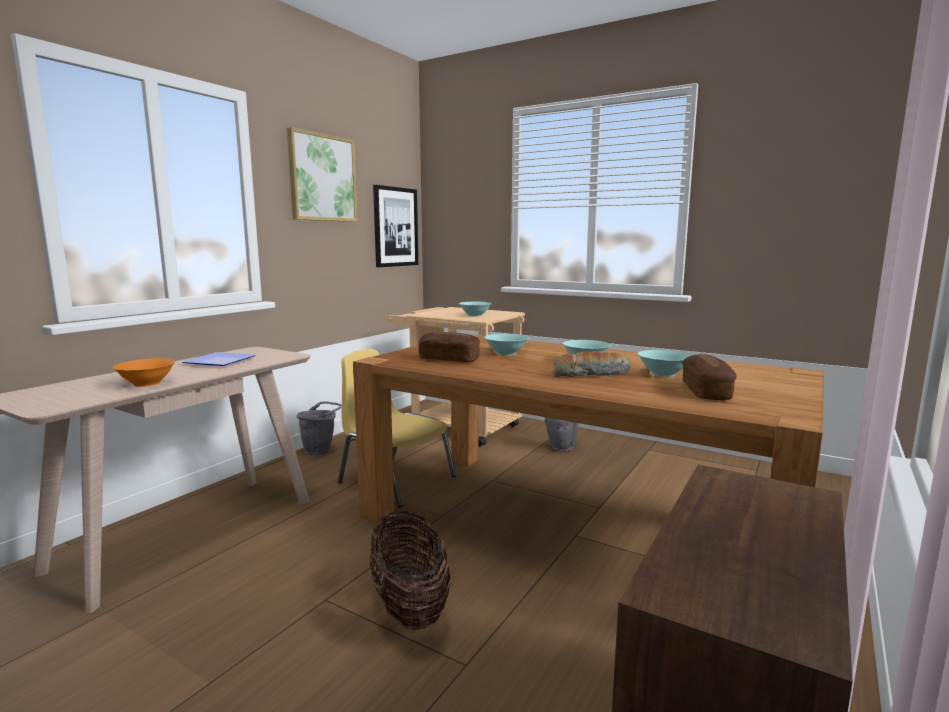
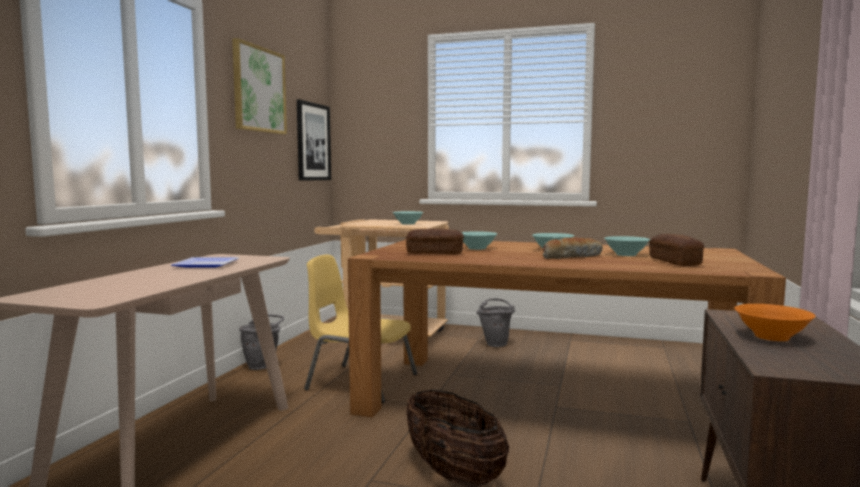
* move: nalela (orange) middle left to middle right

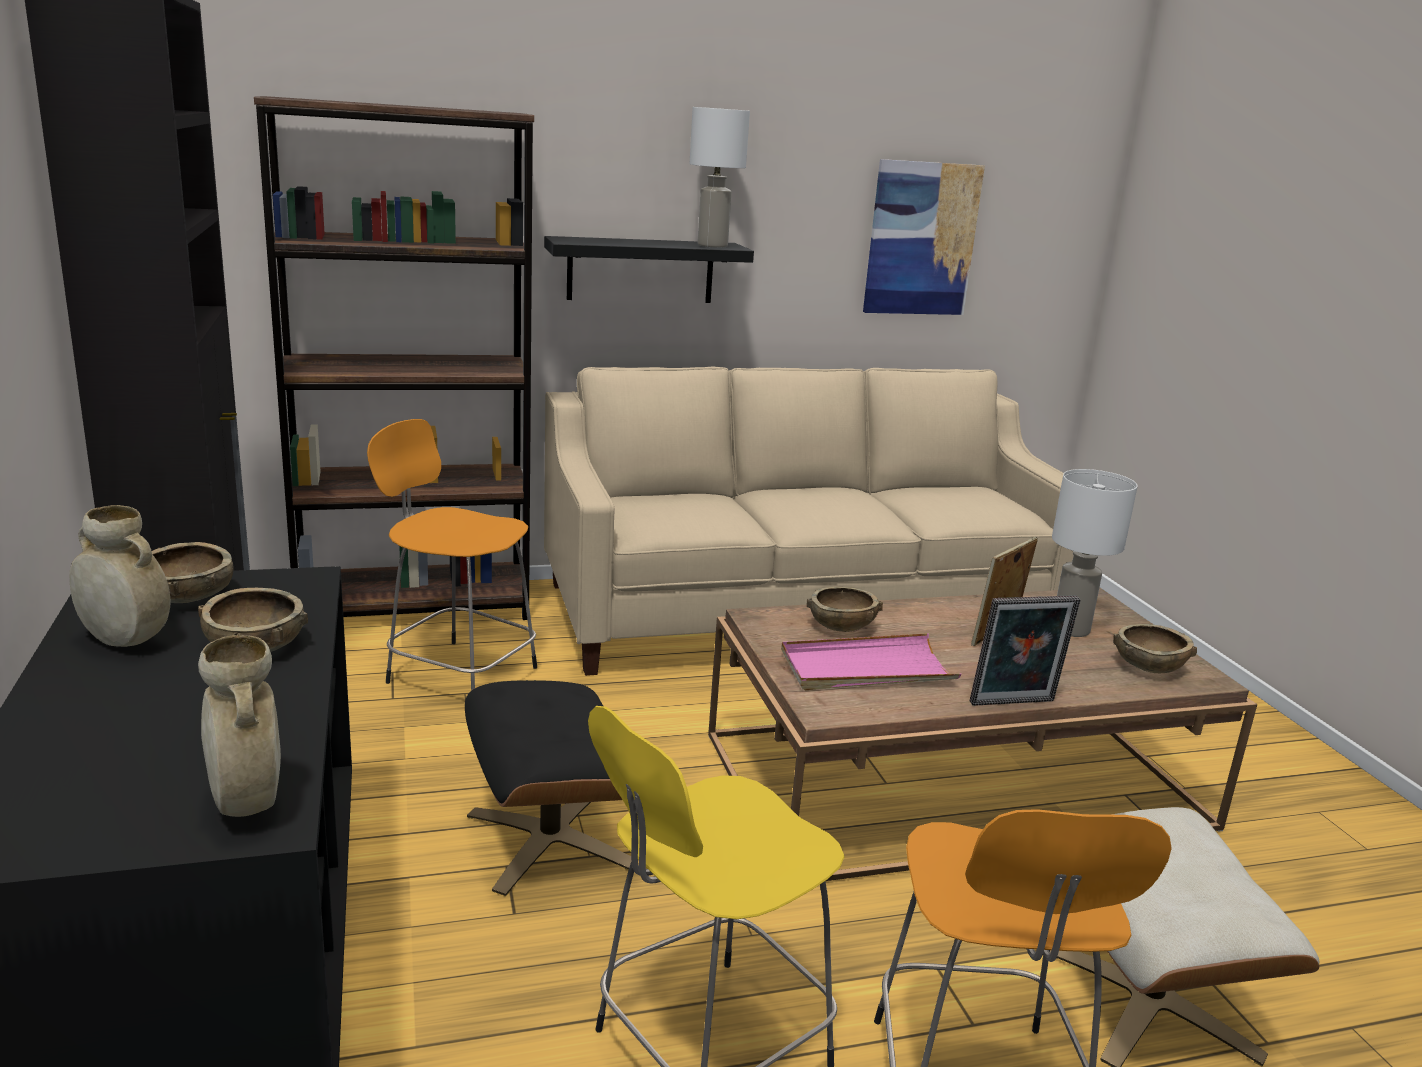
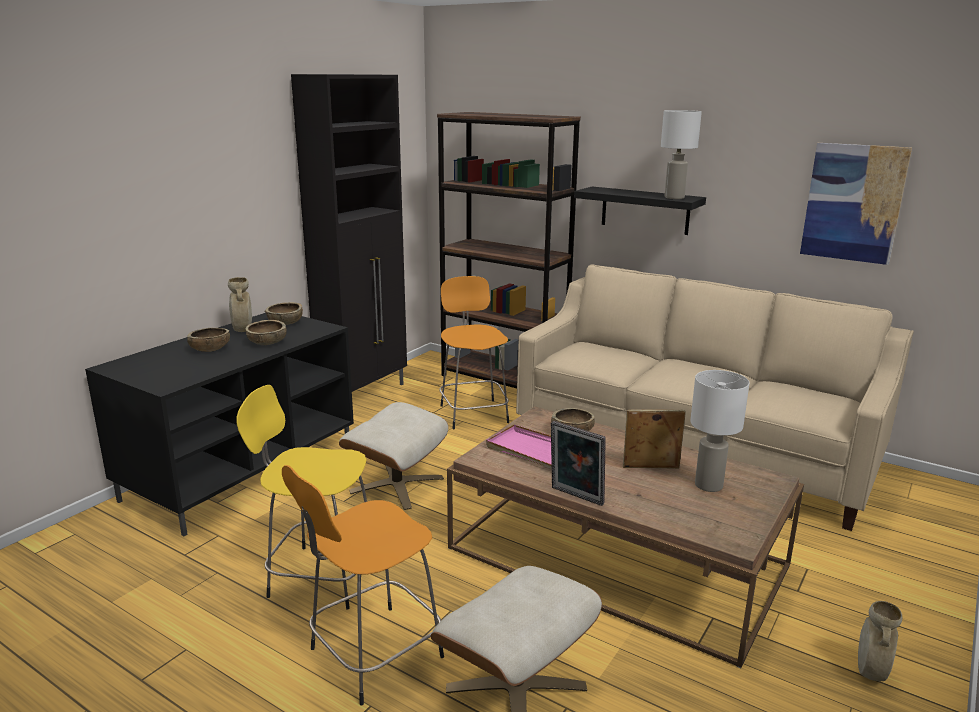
* move: nalela (brown) (4th from left in the first image) middle right to nalela (brown) (1st from left) middle left
* move: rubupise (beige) (2nd from left) bottom left to bottom right
* recolor: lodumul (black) bottom centre to lodumul (beige) (1st from left) centre

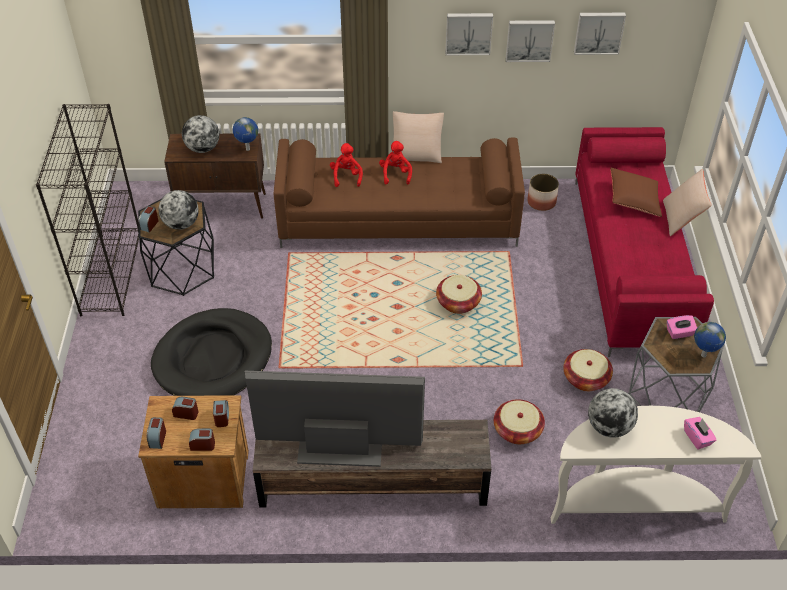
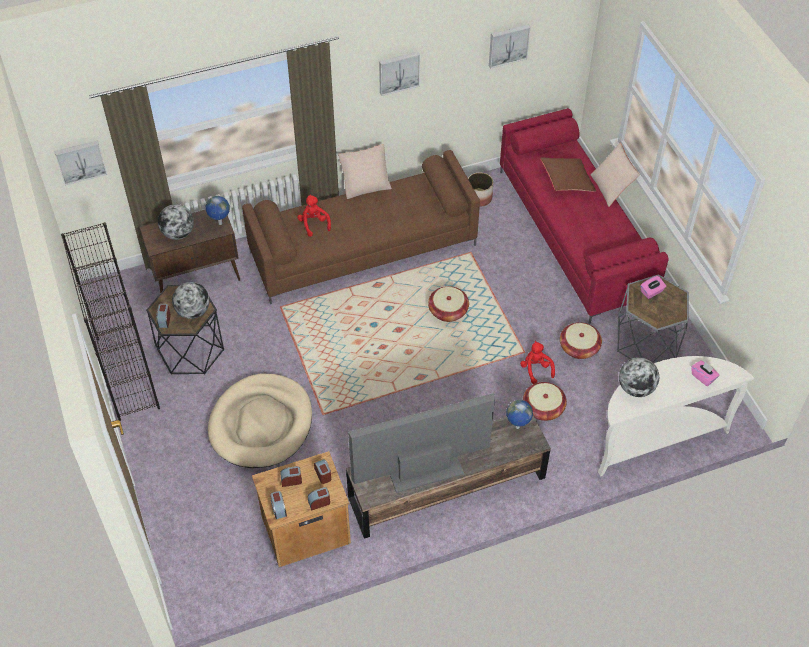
* move: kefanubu (2nd from left in the first image) top right to kefanubu (1st from left) top left
* move: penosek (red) (2nd from left) top centre to centre
* recolor: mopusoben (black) middle left to mopusoben (beige) middle left
* move: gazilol (5th from left in the first image) middle right to gazilol (4th from left) centre

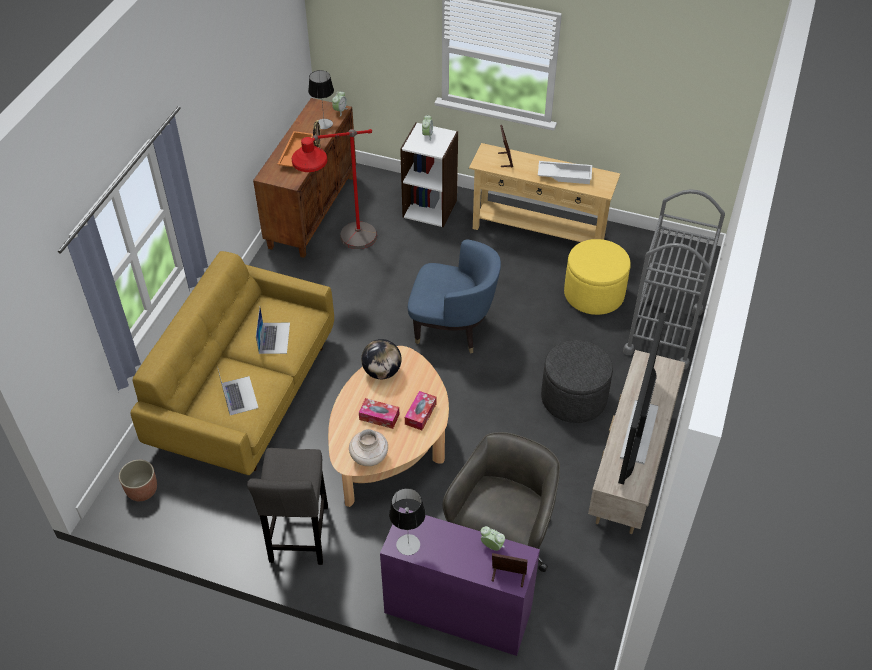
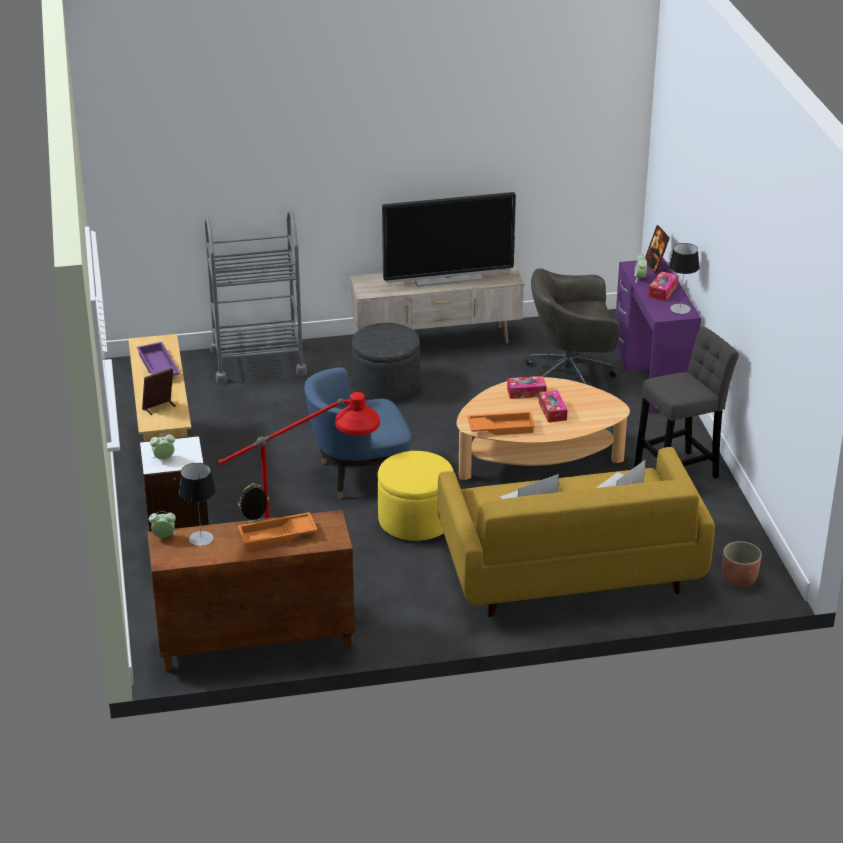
* recolor: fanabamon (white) top centre to fanabamon (purple) middle left
* move: lodumul (yellow) middle right to centre
* rotate: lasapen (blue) centre = centre 90 degrees counterclockwise
* replace: gazilol centre to fanabamon (orange) (2nd from left) centre
* delete: rubupise (beige) bottom centre
* insert: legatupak (3rd from left) middle right

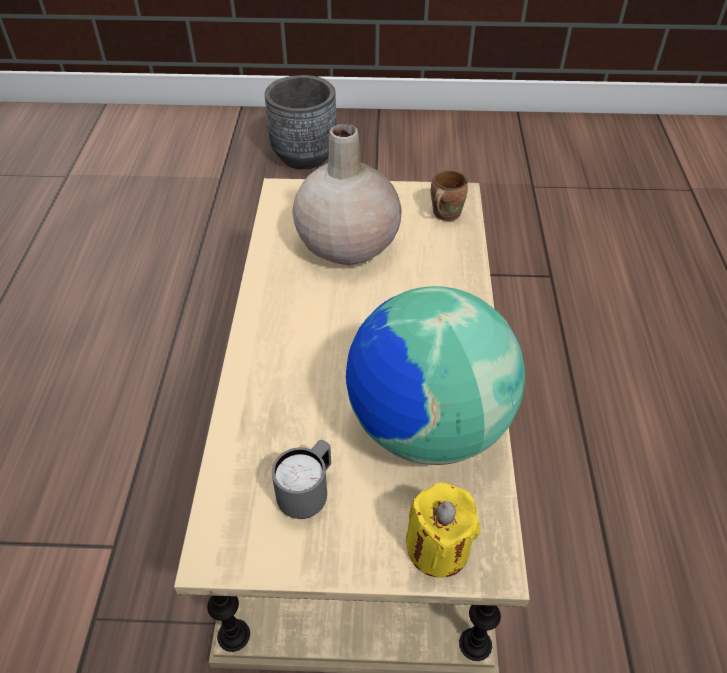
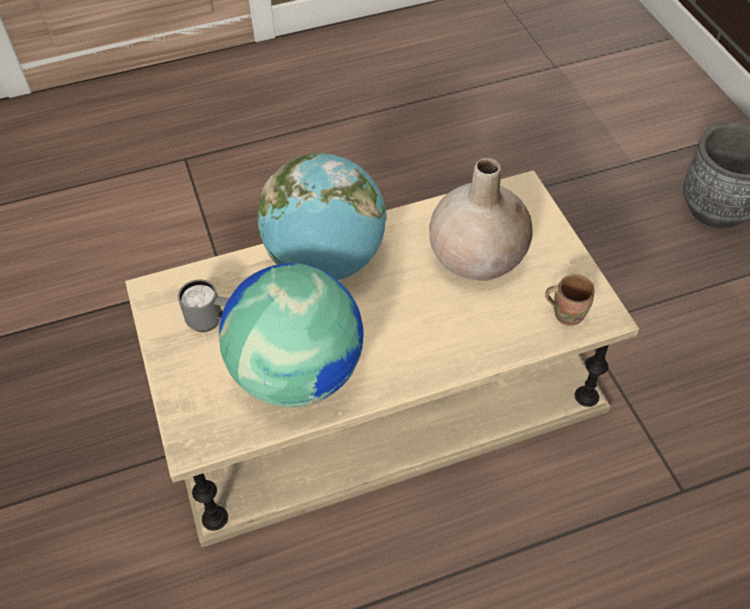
* delete: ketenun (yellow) bottom centre
* insert: gazilol (2nd from left) centre

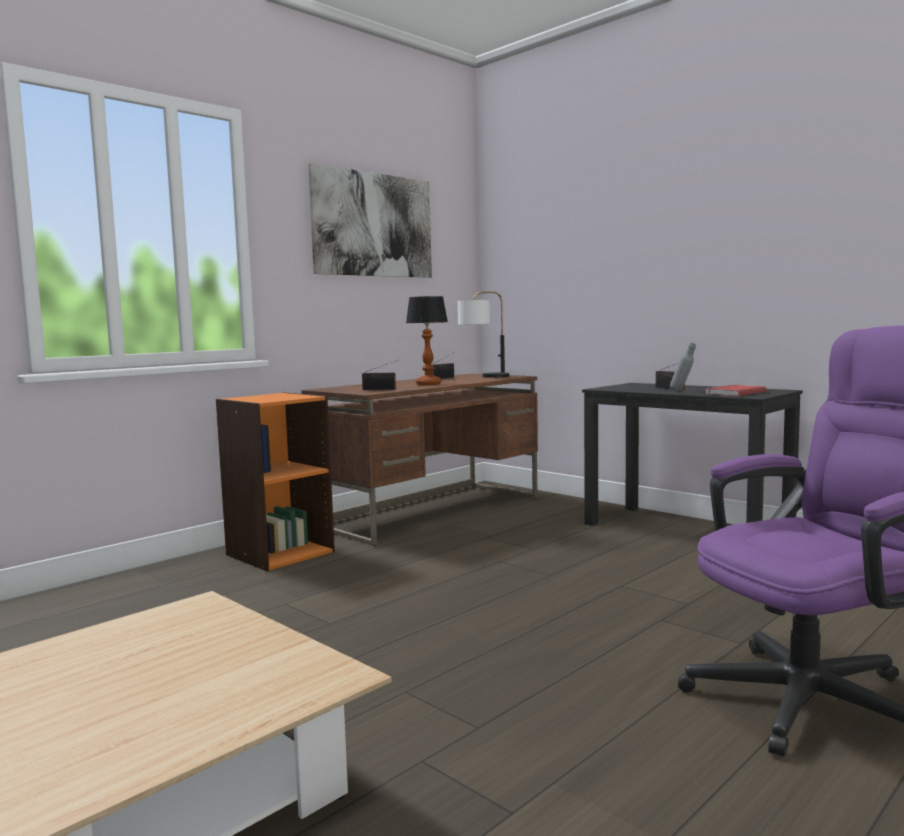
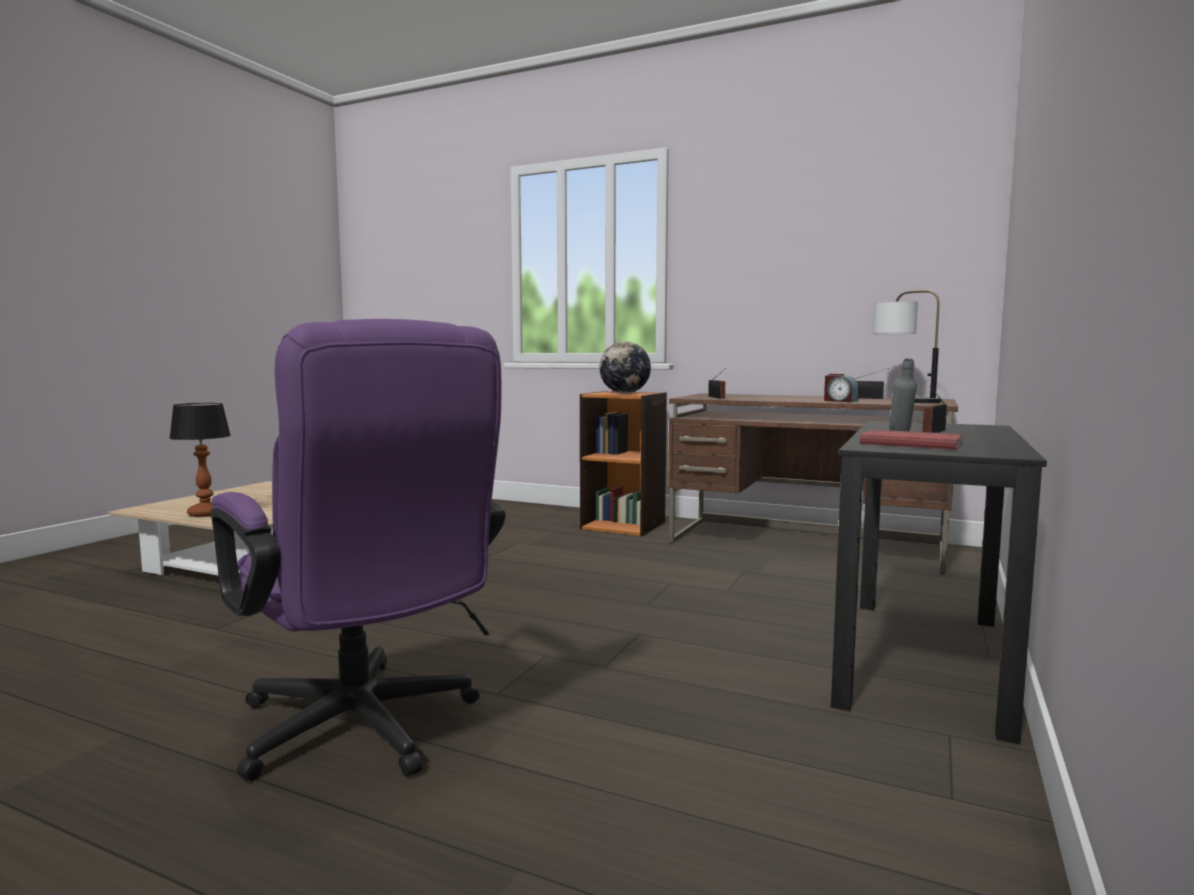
* delete: kefanubu top centre
* move: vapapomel (1st from left) centre to middle left
* insert: gazilol centre
* insert: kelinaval middle right

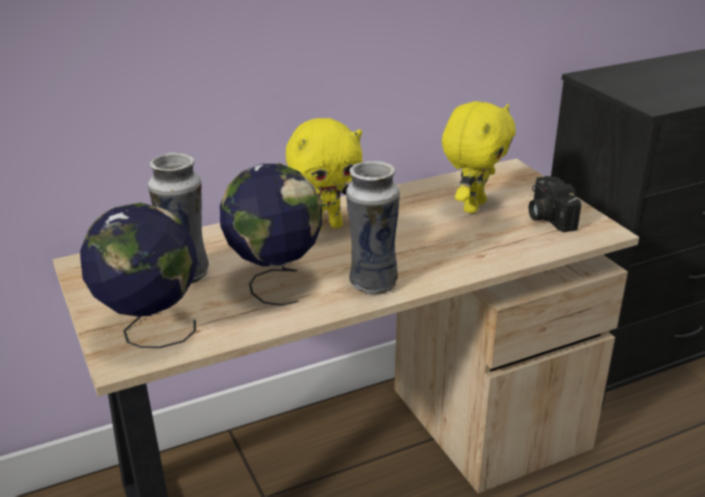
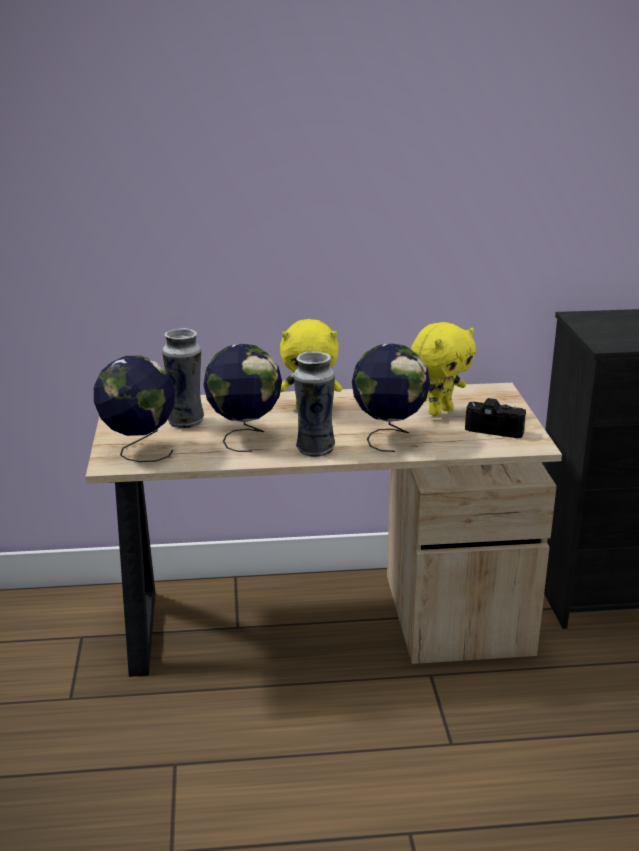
* rotate: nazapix middle right = middle right 105 degrees clockwise
* insert: gazilol (3rd from left) centre

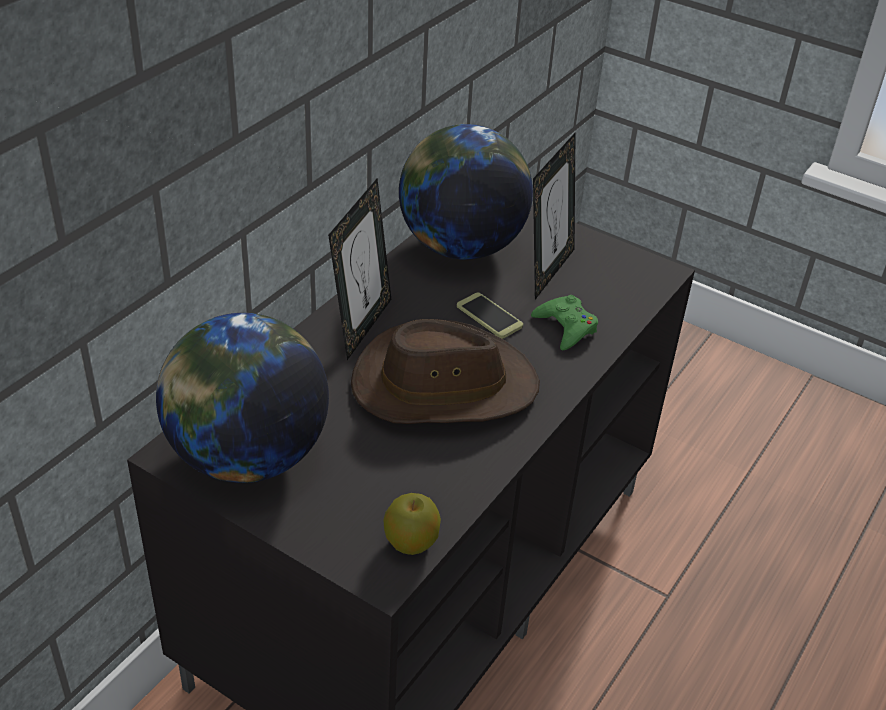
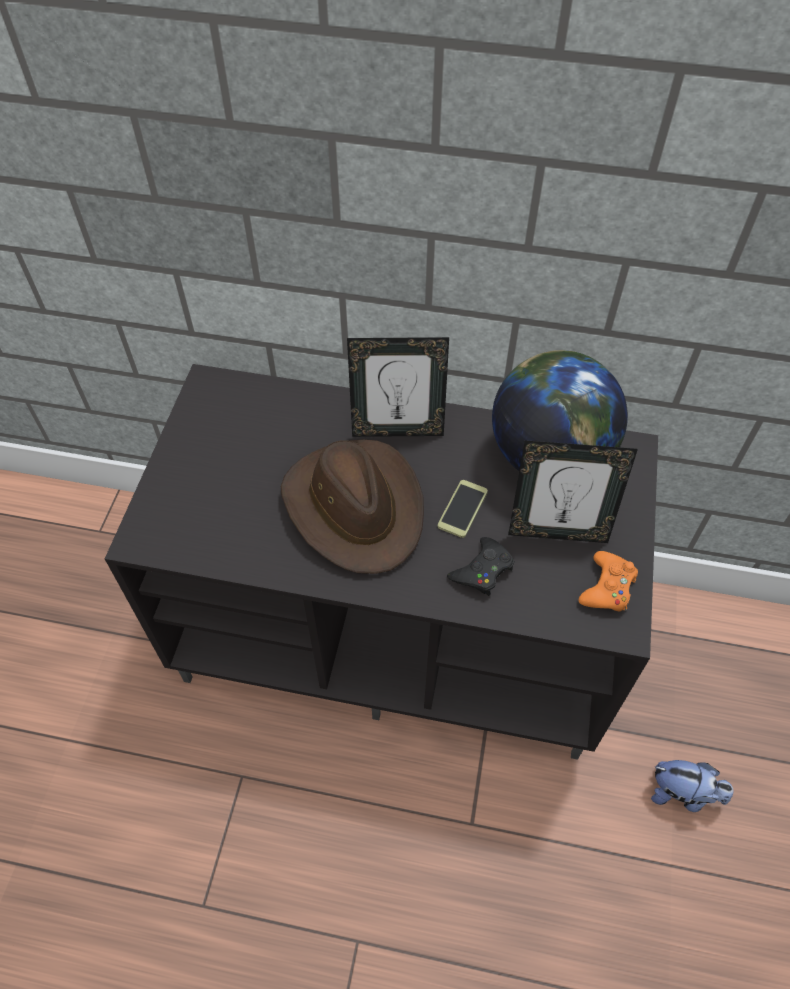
* recolor: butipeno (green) centre to butipeno (black) centre
* delete: gazilol (1st from left) middle left
* delete: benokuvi bottom centre
* insert: butipeno (orange) middle right
* insert: penosek bottom right

